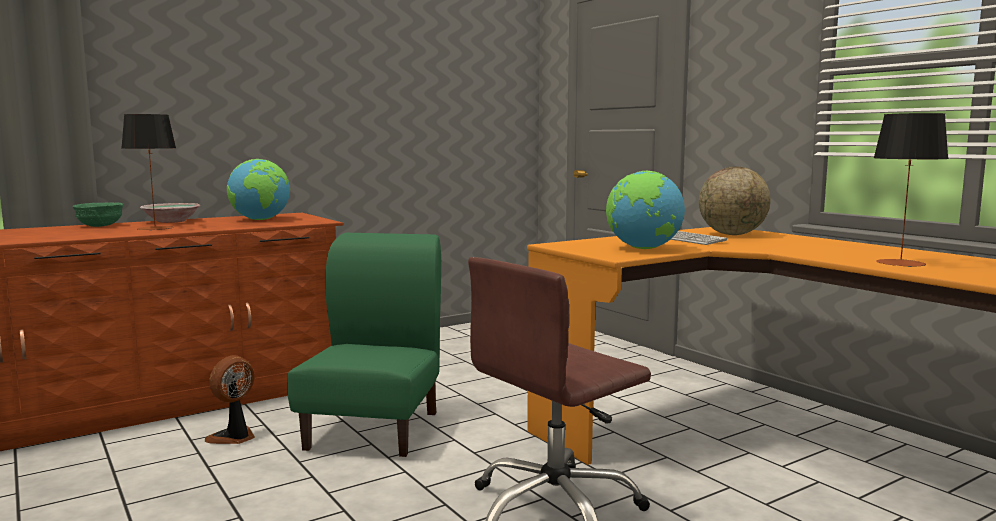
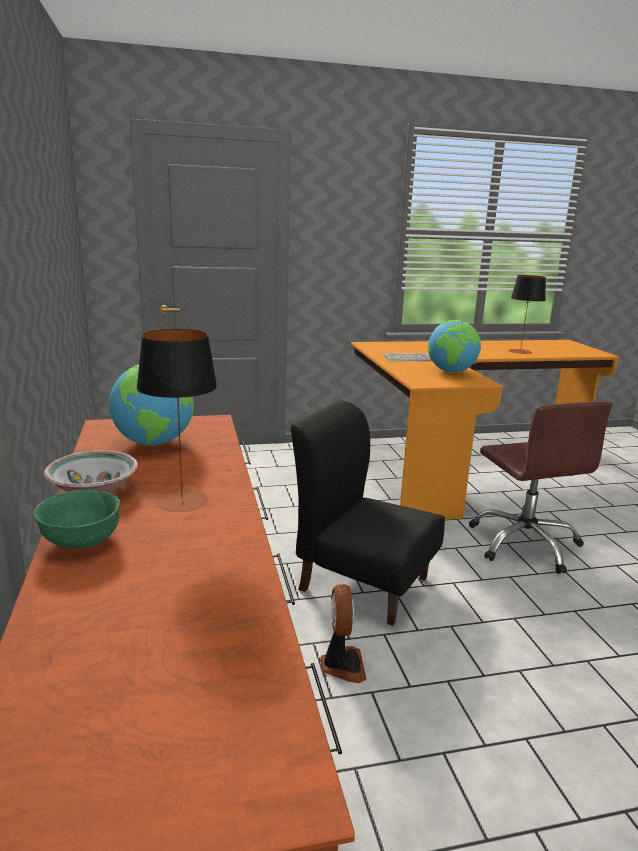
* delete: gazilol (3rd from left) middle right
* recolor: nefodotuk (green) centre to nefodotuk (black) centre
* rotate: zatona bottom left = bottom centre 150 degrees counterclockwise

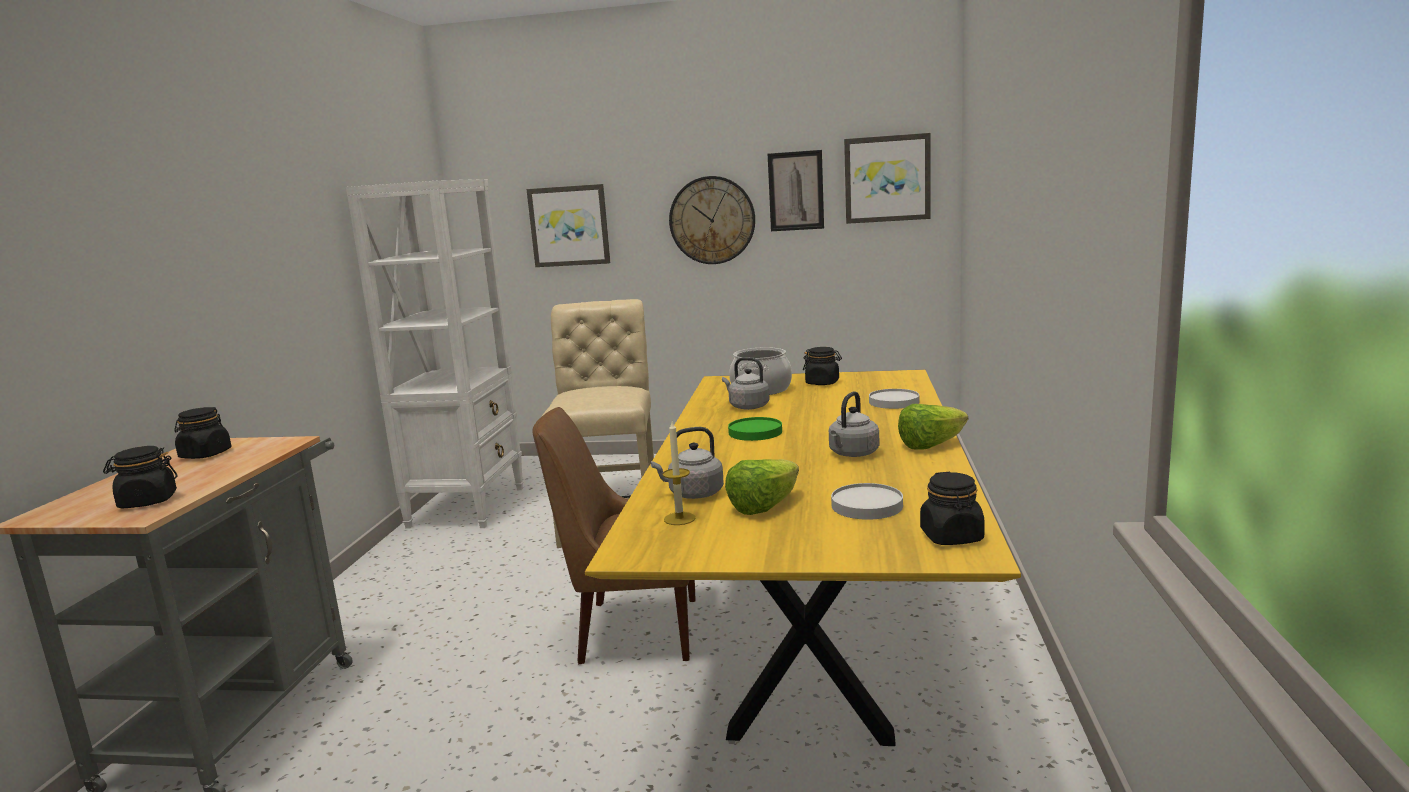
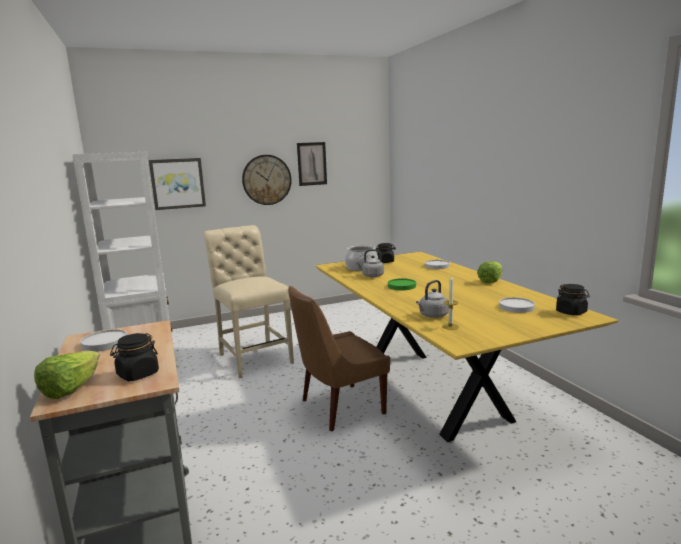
* delete: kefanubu (3rd from left) top centre
* delete: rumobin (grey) (3rd from left) centre
* replace: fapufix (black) (2nd from left) middle left to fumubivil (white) (1st from left) middle left
* move: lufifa (1st from left) centre to bottom left

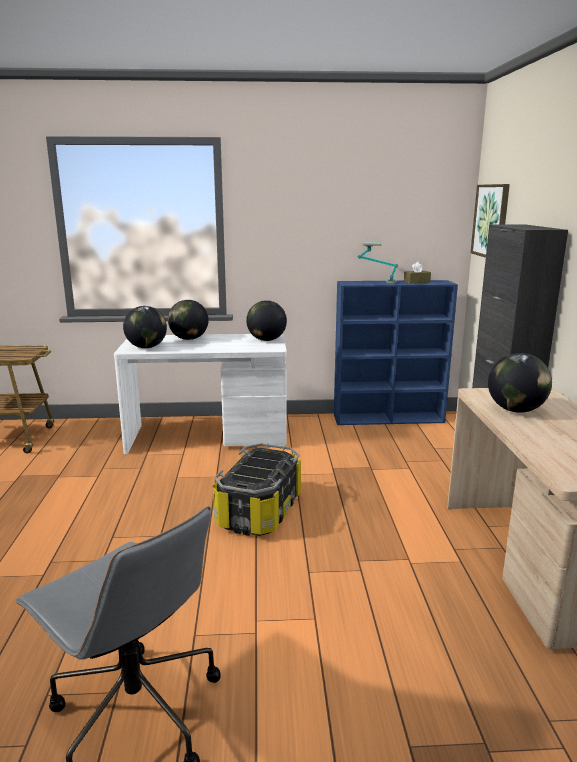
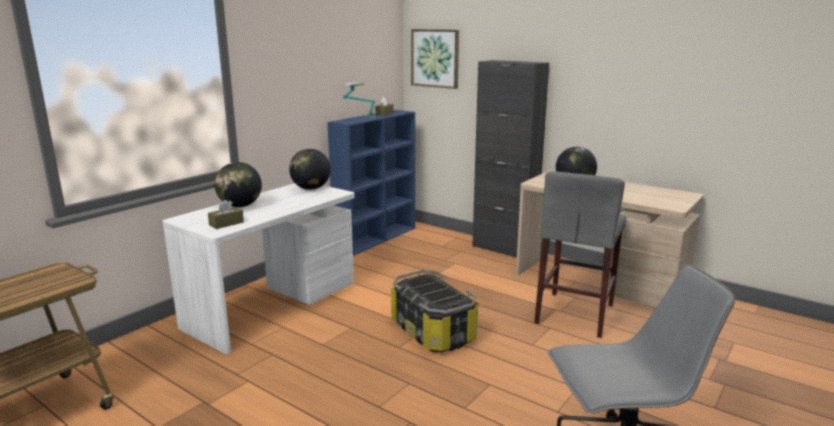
* replace: gazilol (1st from left) middle left to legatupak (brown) (1st from left) middle left
* insert: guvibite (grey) middle right

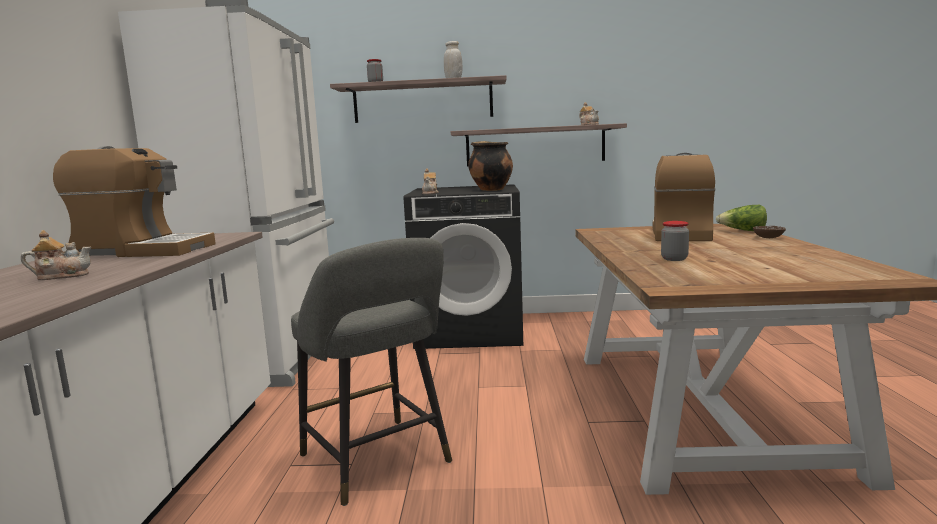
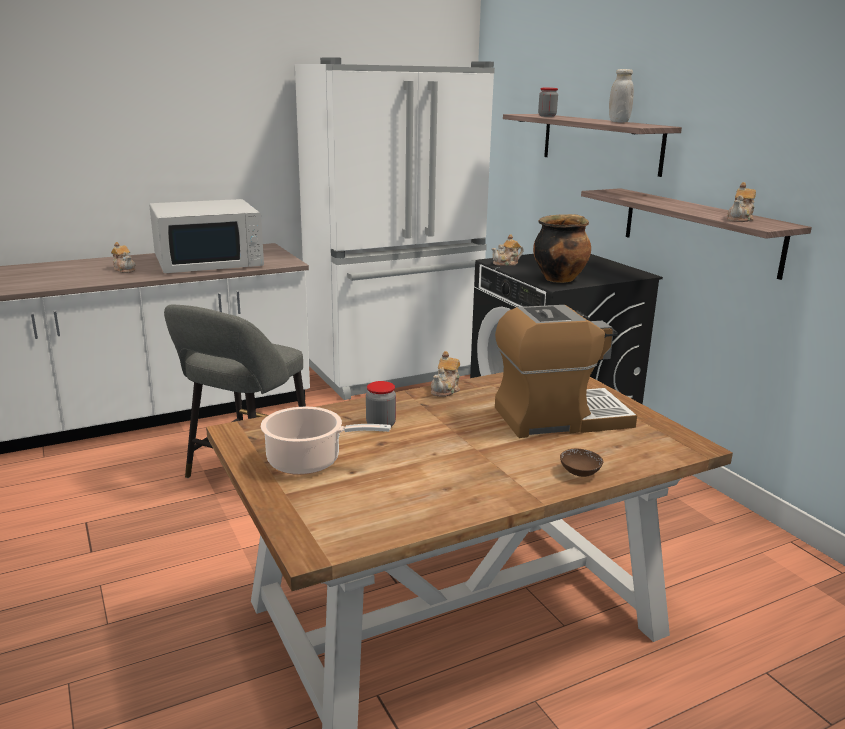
* replace: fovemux (1st from left) middle left to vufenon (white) top left
* delete: lufifa middle right
* insert: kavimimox (2nd from left) centre
* insert: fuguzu (1st from left) centre

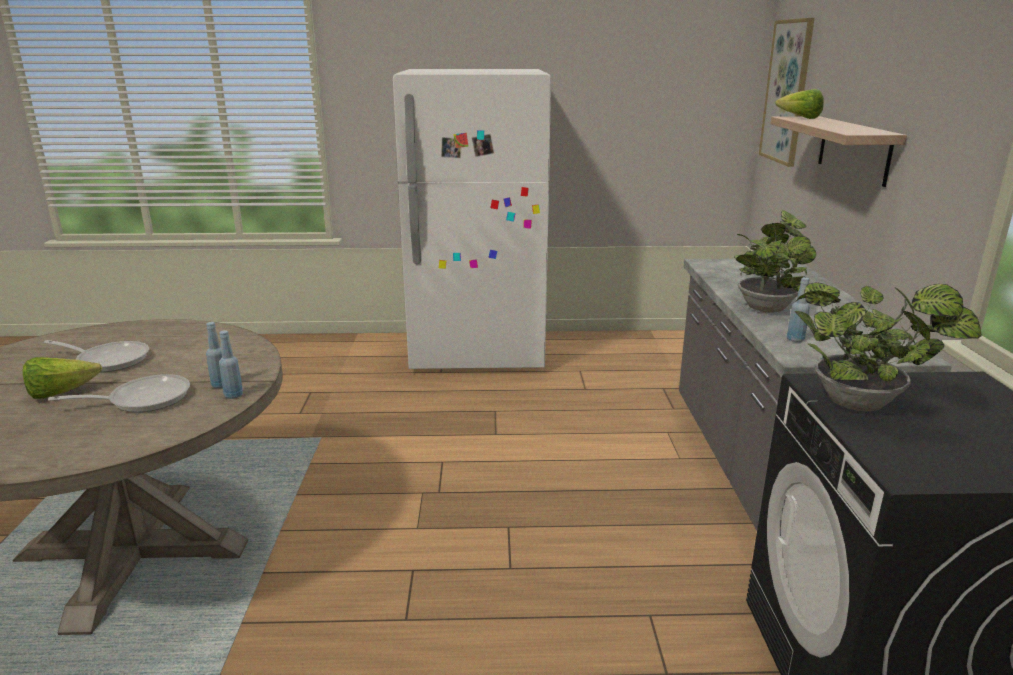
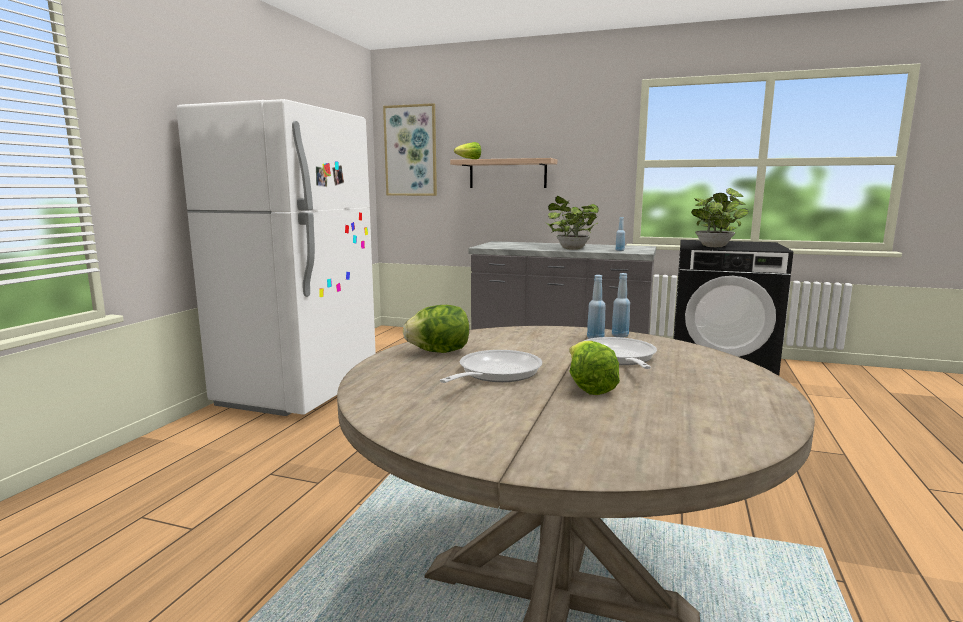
* insert: lufifa (1st from left) centre

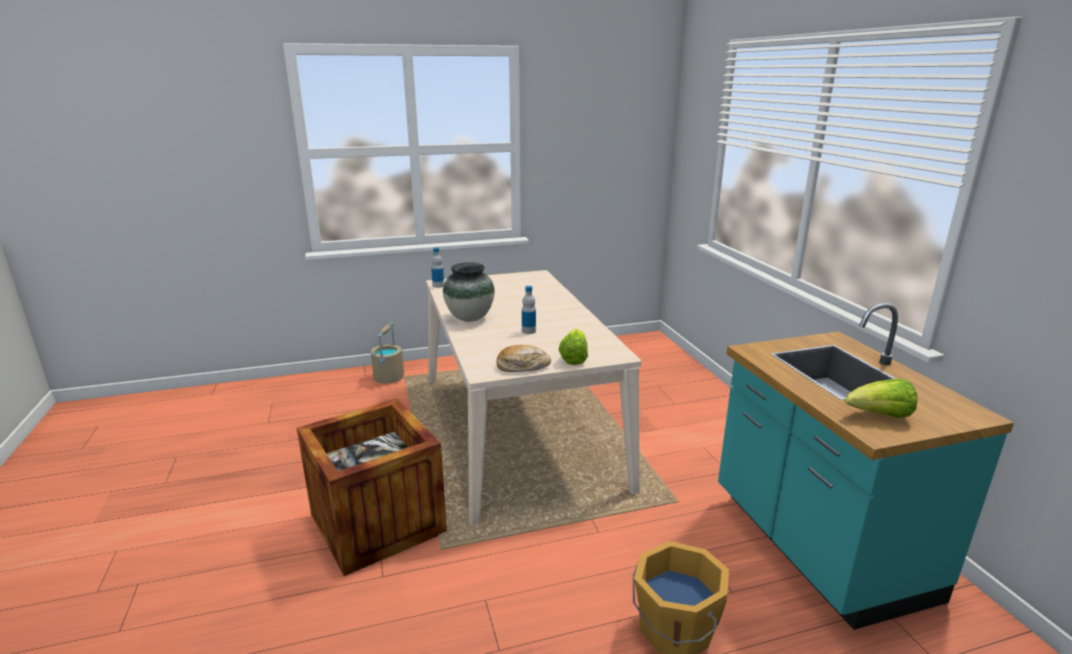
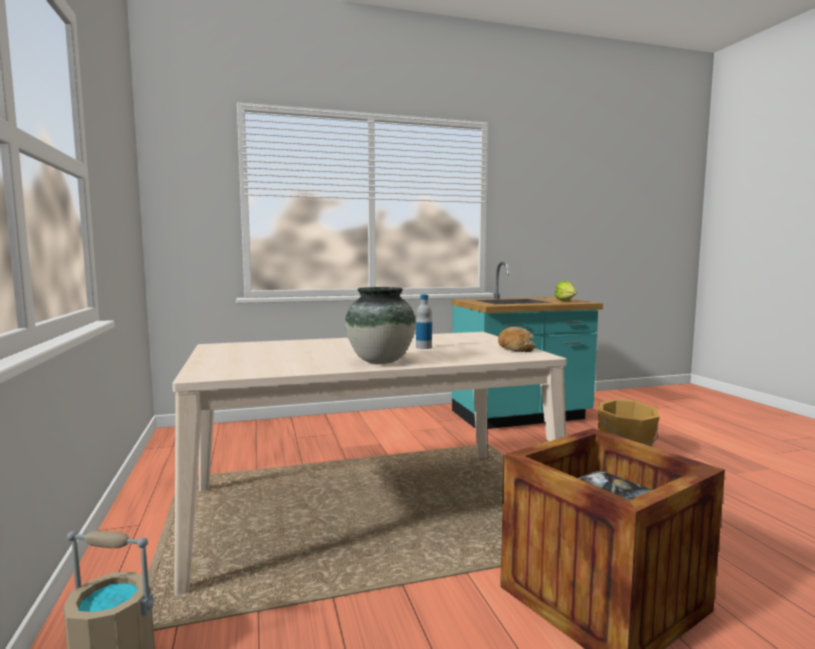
* delete: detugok (1st from left) centre
* delete: lufifa (1st from left) centre

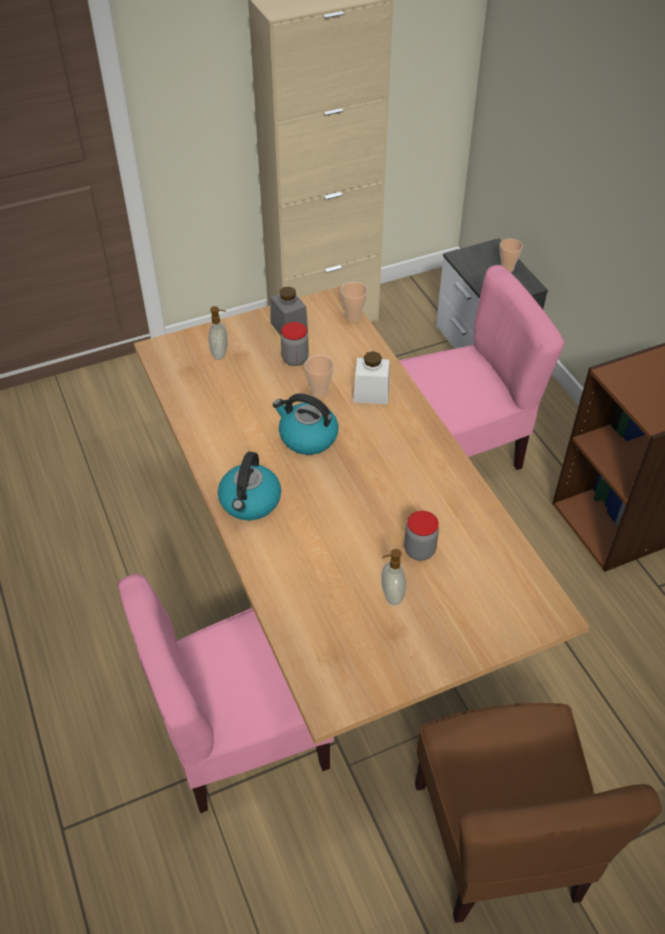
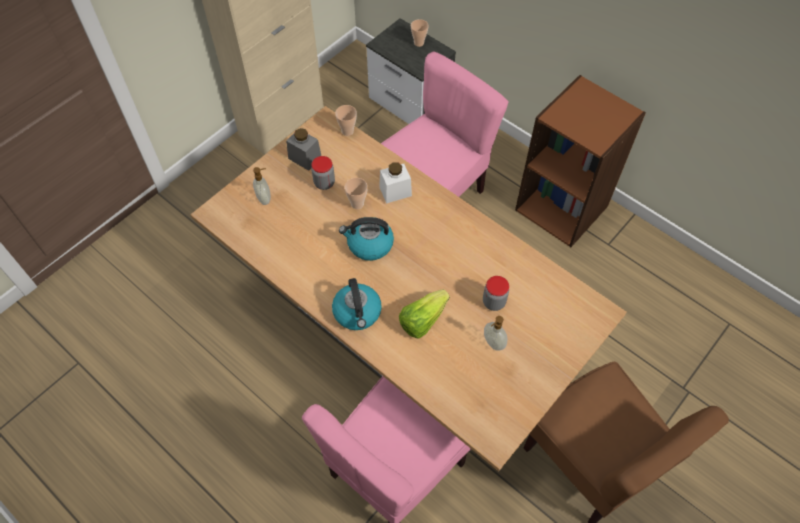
* insert: lufifa centre

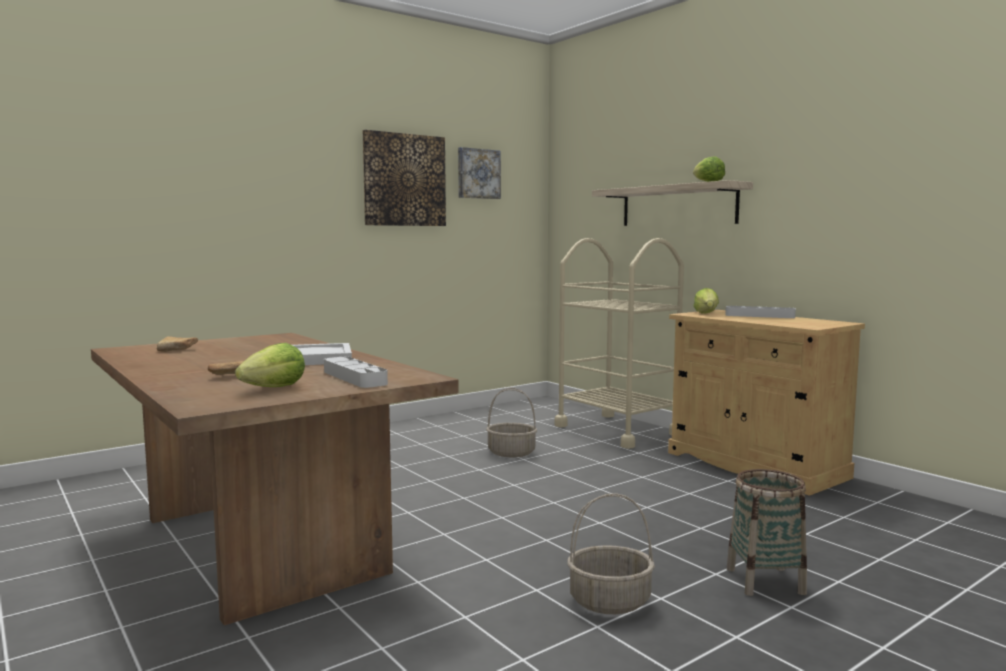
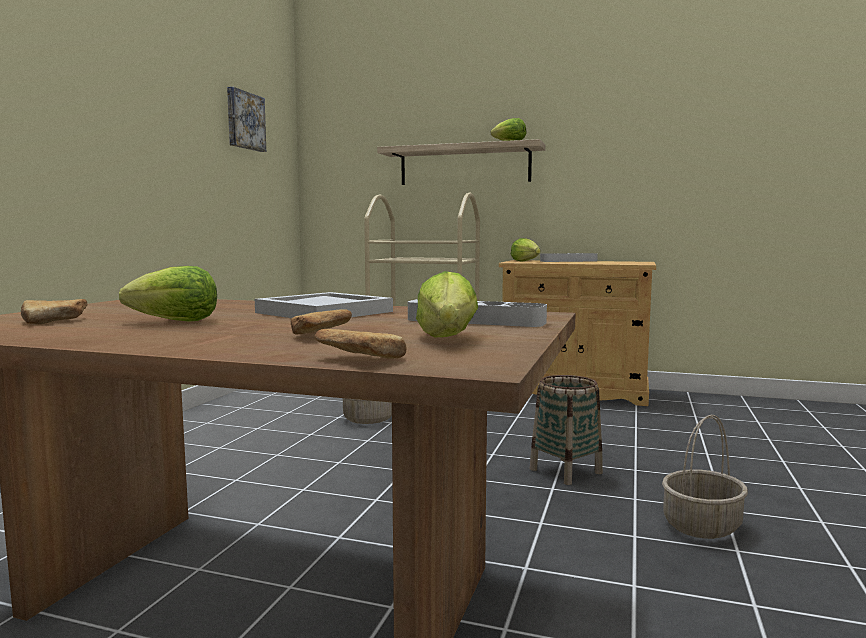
* delete: kefanubu (1st from left) top centre
* move: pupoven (3rd from left in the first image) bottom right to pupoven (2nd from left) bottom centre
* insert: lufifa (1st from left) middle left
* insert: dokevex (3rd from left) centre

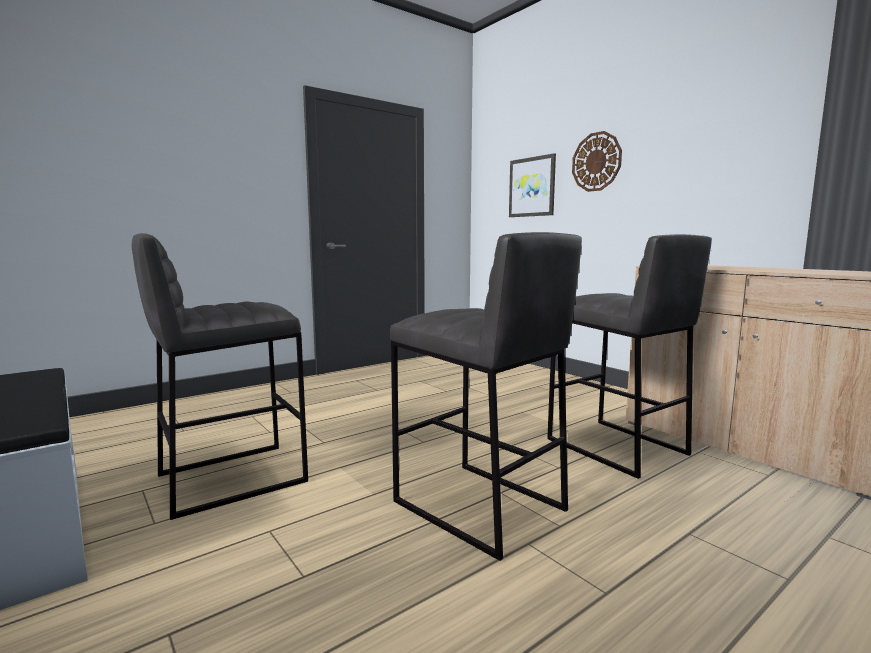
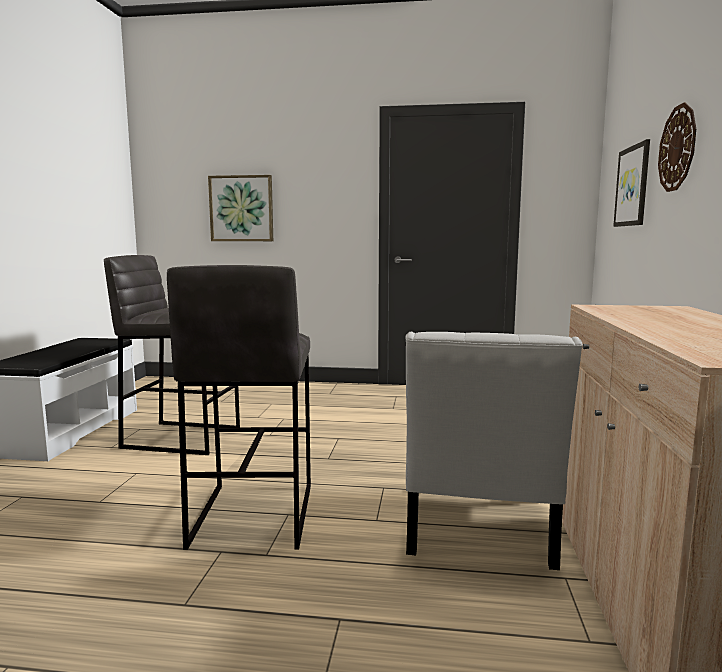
* replace: guvibite (grey) (3rd from left) middle right to nefodotuk (white) bottom right
* insert: kefanubu (1st from left) top left

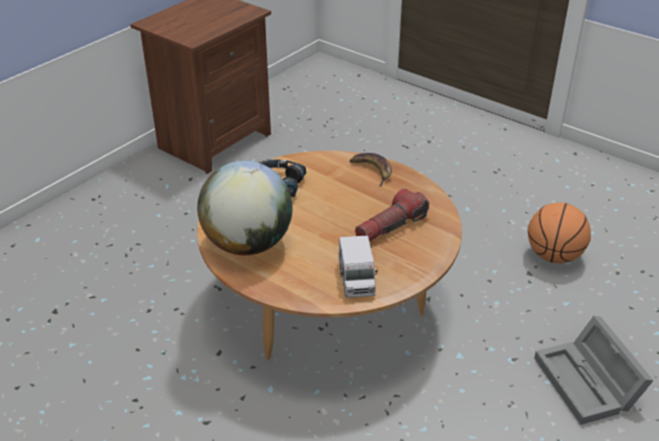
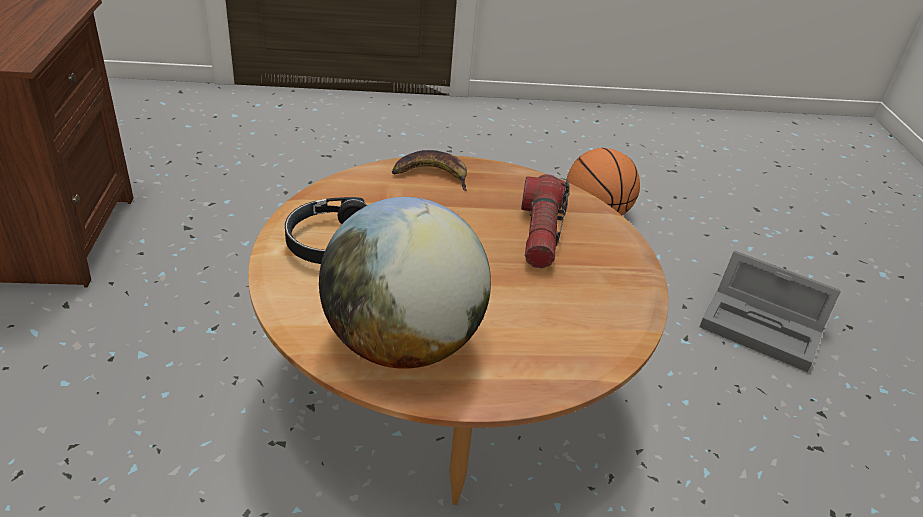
* delete: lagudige centre

